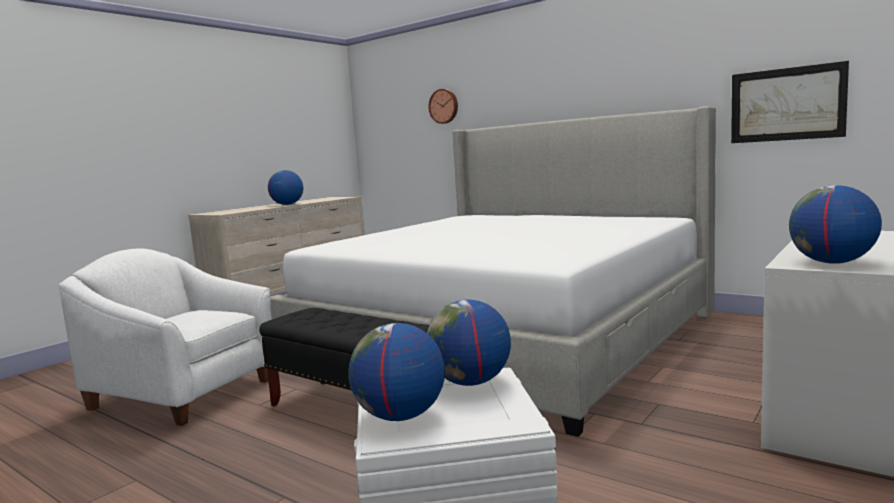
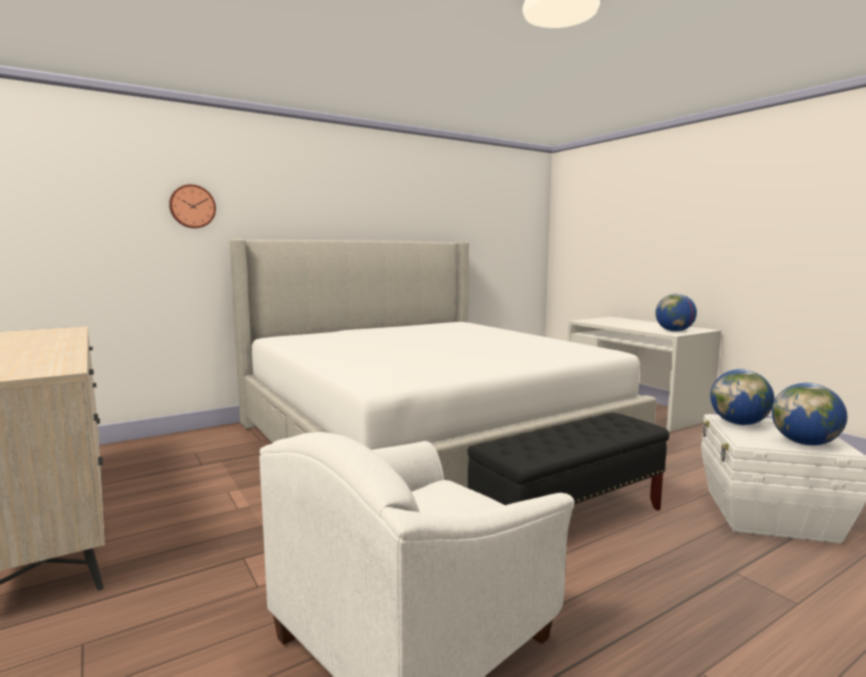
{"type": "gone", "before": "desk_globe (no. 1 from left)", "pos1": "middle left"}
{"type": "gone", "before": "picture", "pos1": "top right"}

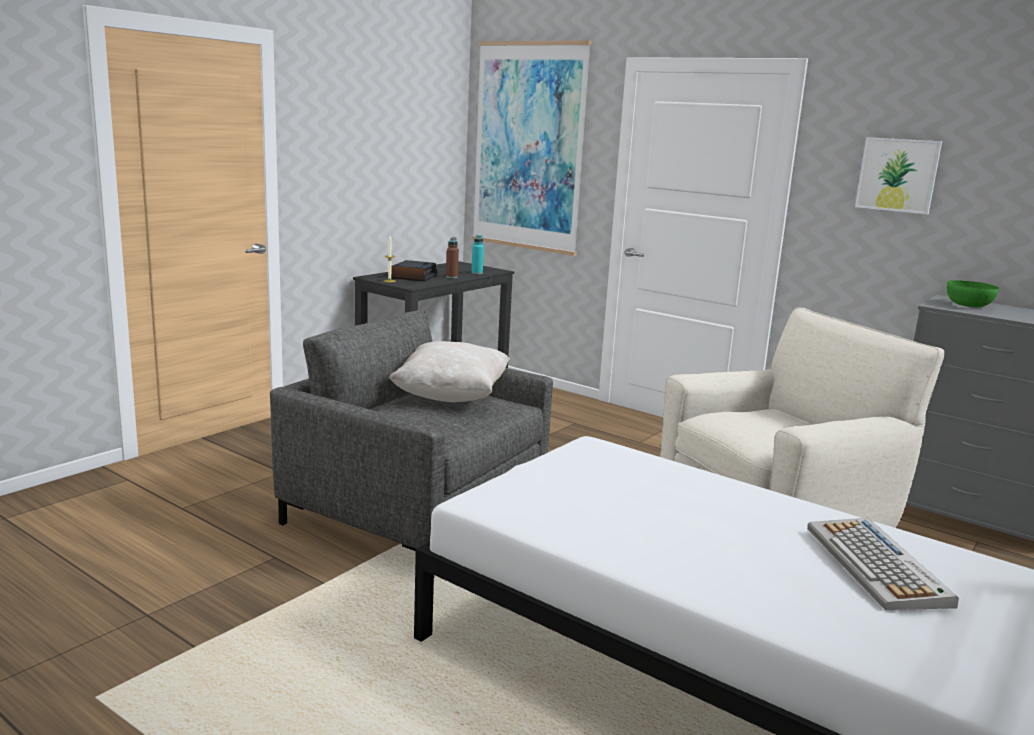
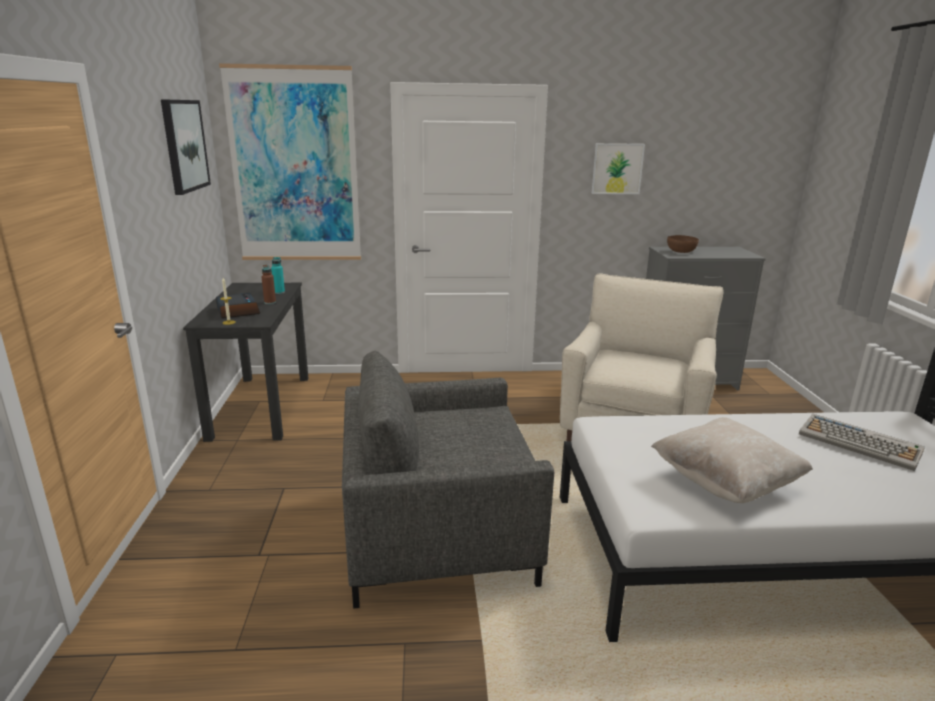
{"type": "new", "after": "picture (no. 1 from left)", "pos2": "top left"}
{"type": "shifted", "before": "beige-coloured_cushion", "pos1": "centre", "pos2": "middle right"}
{"type": "repainted", "before": "green_deep_dish", "after": "brownish_deep_dish", "pos1": "middle right", "pos2": "middle right"}

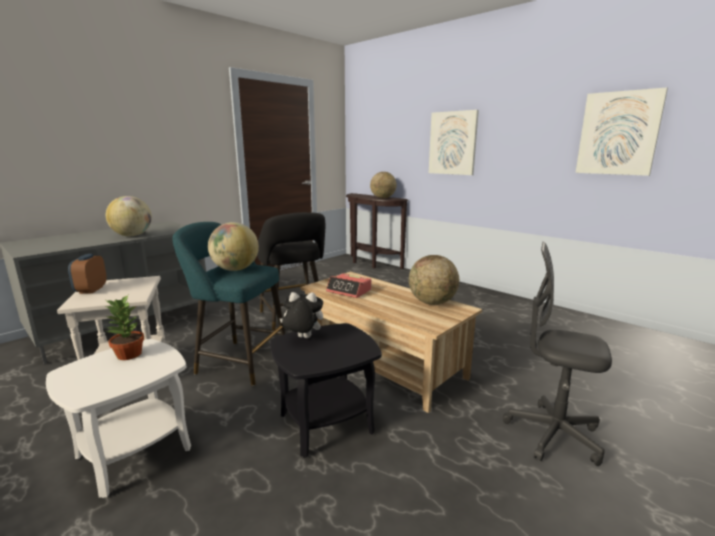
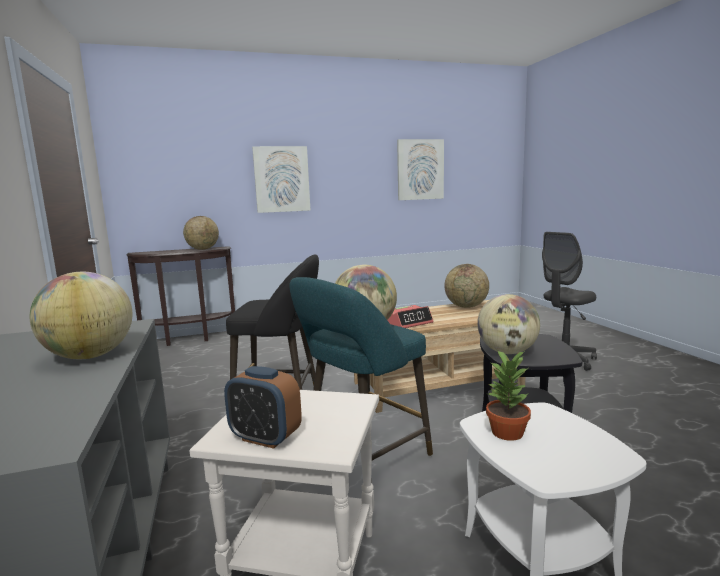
{"type": "swapped", "before": "soft_toy", "after": "desk_globe (no. 5 from left)", "pos1": "centre", "pos2": "middle right"}

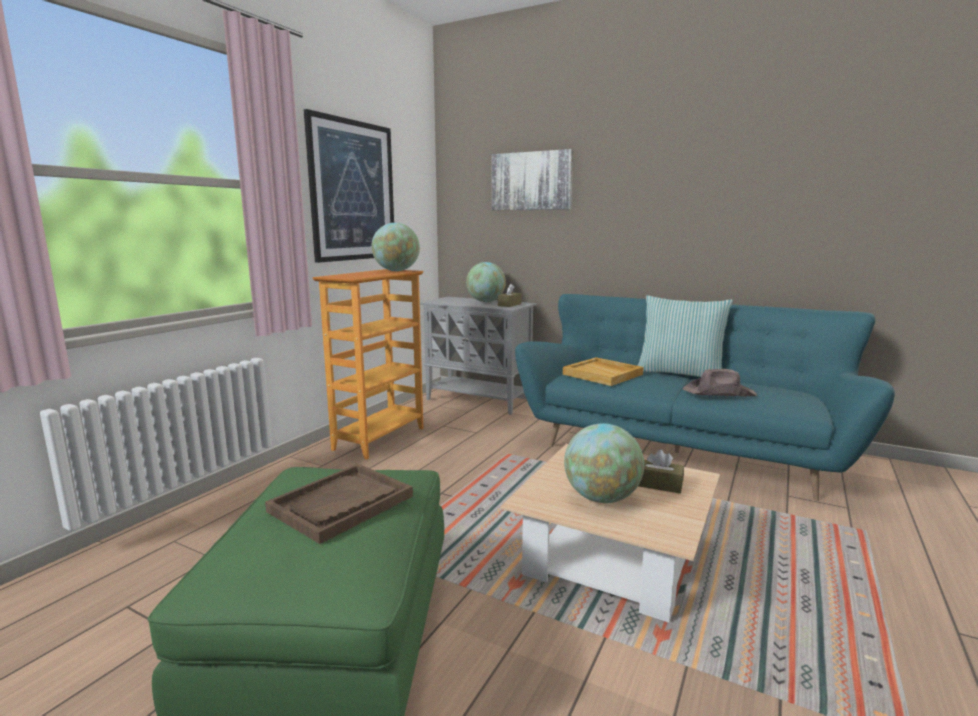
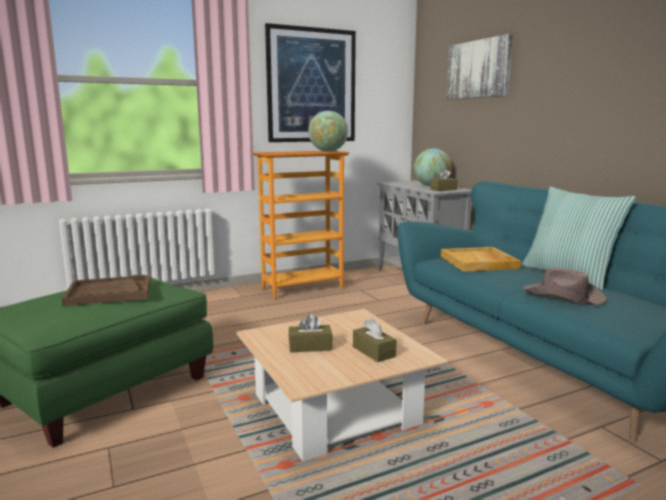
{"type": "swapped", "before": "desk_globe (no. 3 from left)", "after": "brownish_tissue_holder (no. 1 from left)", "pos1": "centre", "pos2": "centre"}

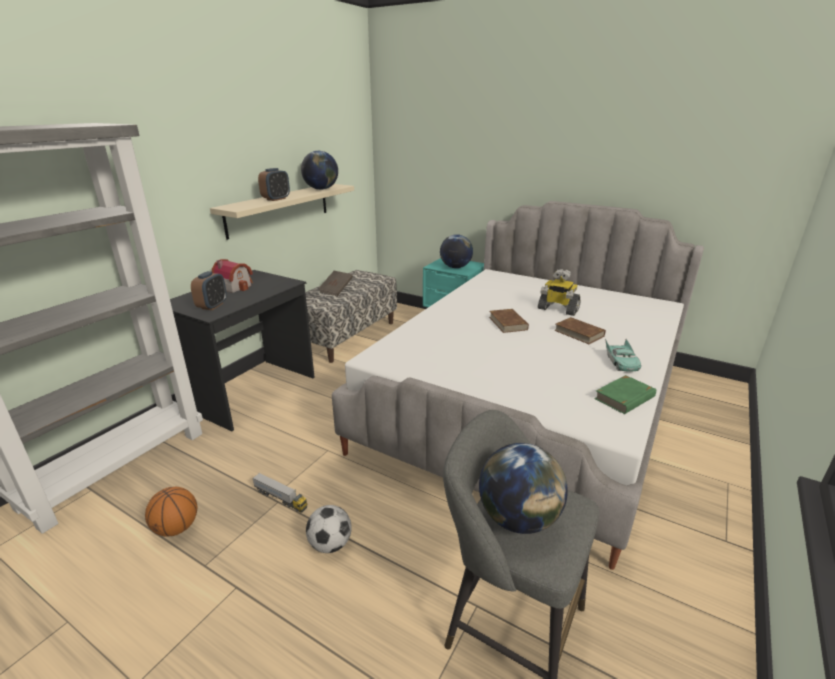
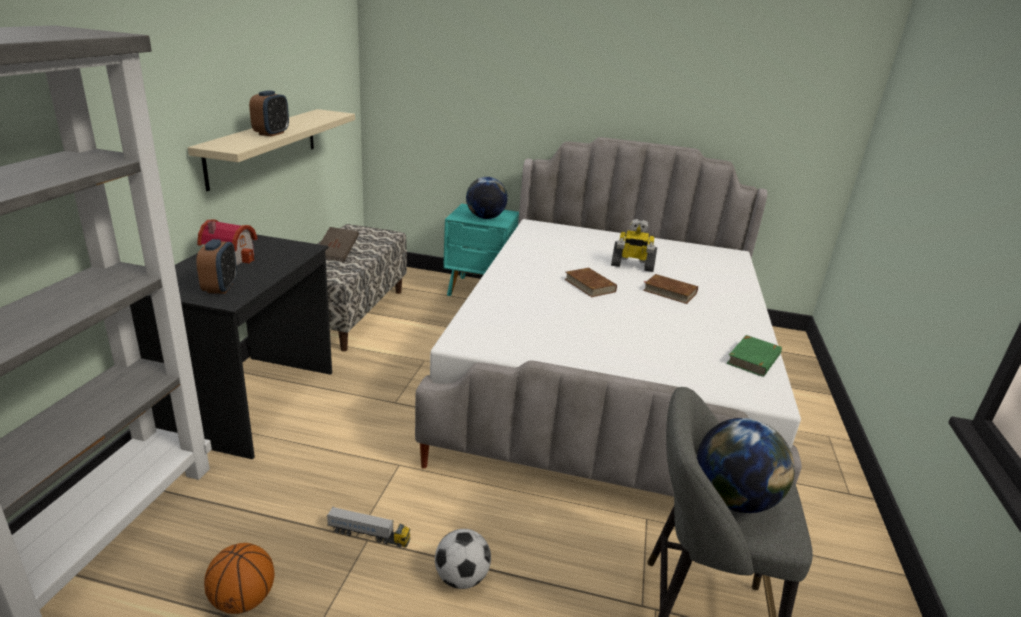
{"type": "gone", "before": "desk_globe (no. 1 from left)", "pos1": "top centre"}
{"type": "gone", "before": "blue-green_toy_car", "pos1": "middle right"}

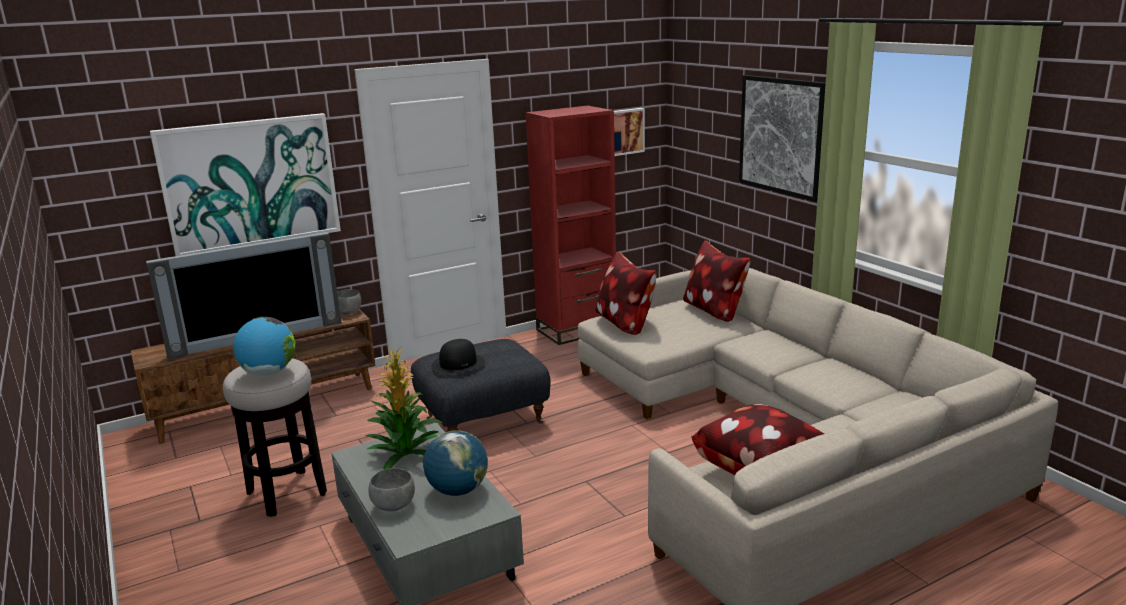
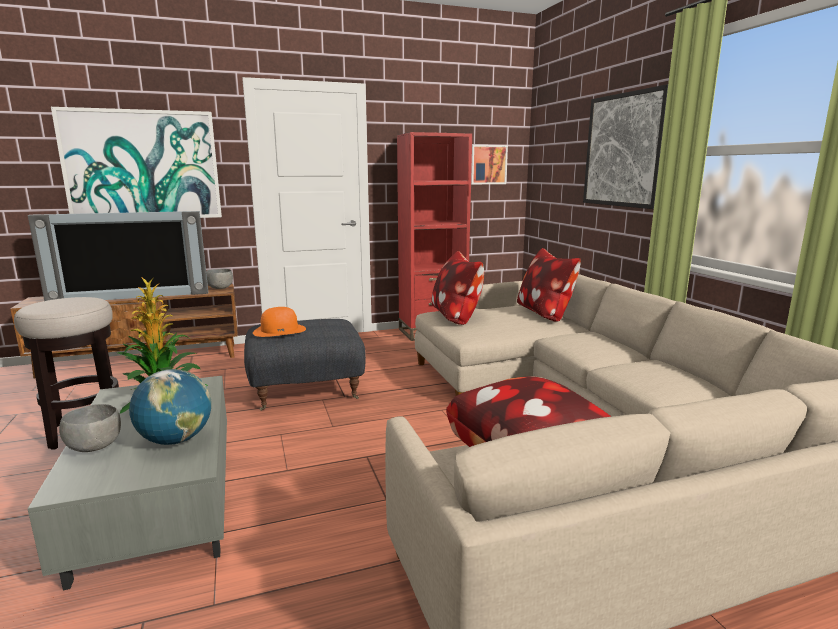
{"type": "gone", "before": "desk_globe (no. 1 from left)", "pos1": "middle left"}
{"type": "repainted", "before": "black_wearable_hat", "after": "orange_wearable_hat", "pos1": "centre", "pos2": "middle left"}

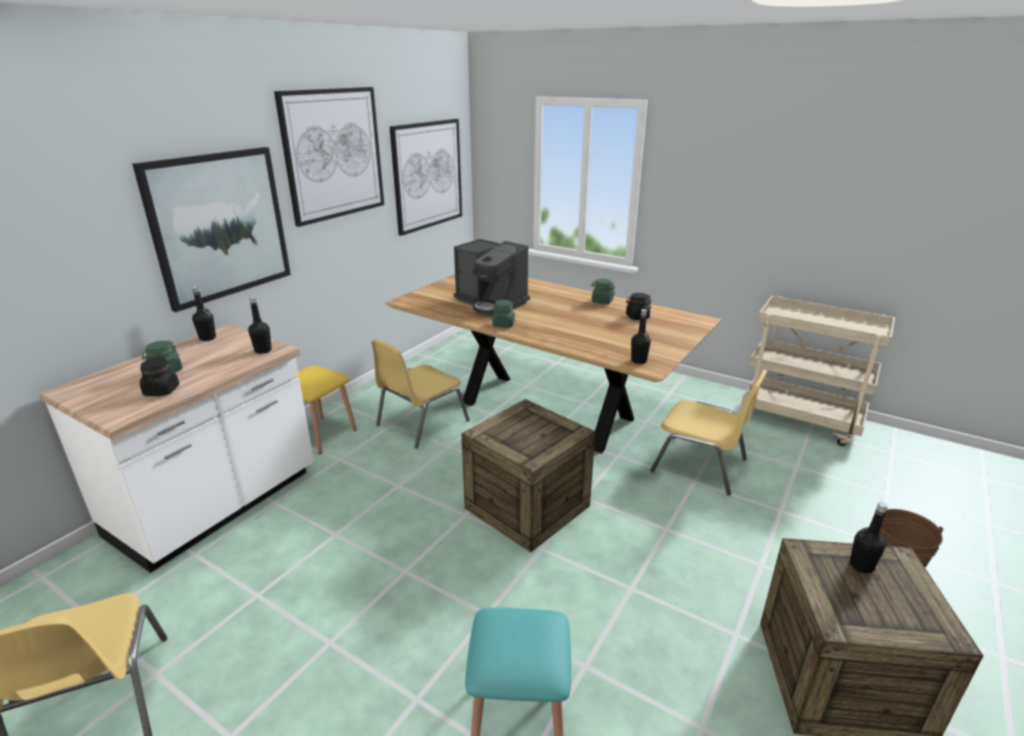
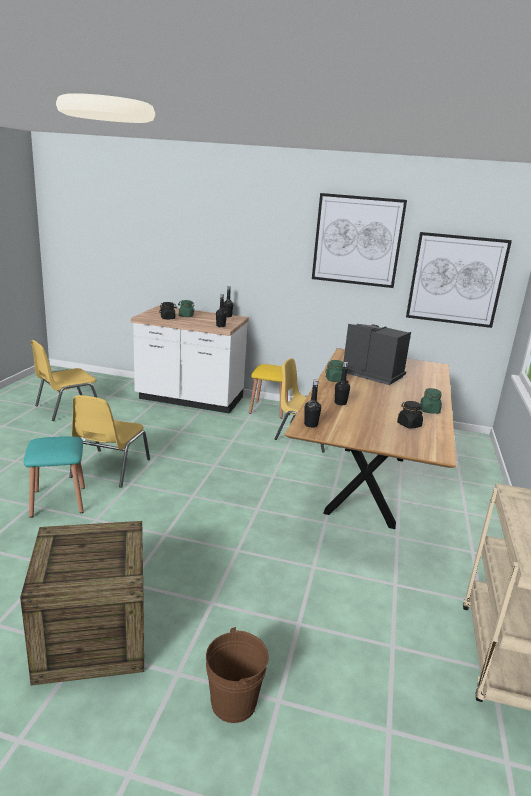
{"type": "gone", "before": "picture (no. 1 from left)", "pos1": "top left"}
{"type": "gone", "before": "shipping_crate (no. 1 from left)", "pos1": "centre"}
{"type": "shifted", "before": "yellow-coloured_upright_chair (no. 3 from left in the first image)", "after": "yellow-coloured_upright_chair (no. 2 from left)", "pos1": "middle right", "pos2": "middle left"}
{"type": "shifted", "before": "black_drink_bottle (no. 4 from left)", "pos1": "bottom right", "pos2": "centre"}
{"type": "rotated", "before": "coffee_maker", "pos1": "centre", "pos2": "middle right", "turn": 105}

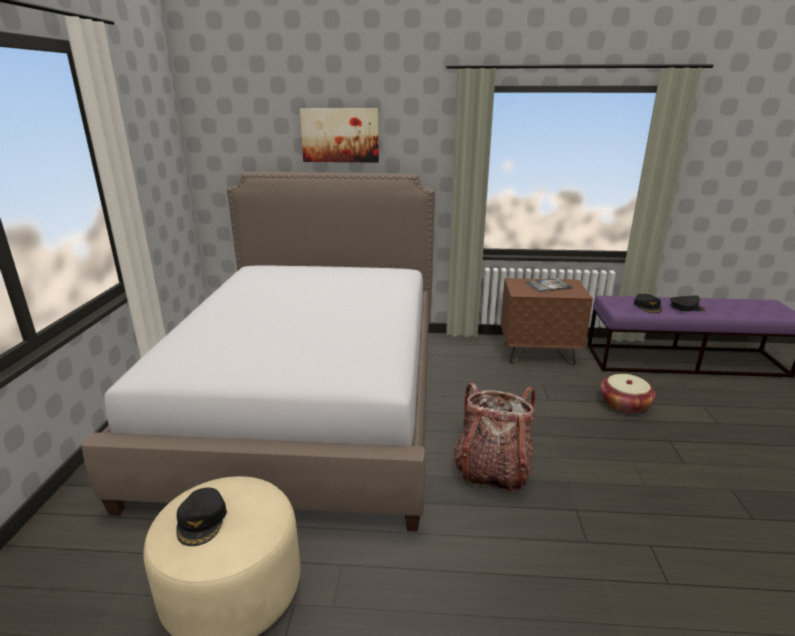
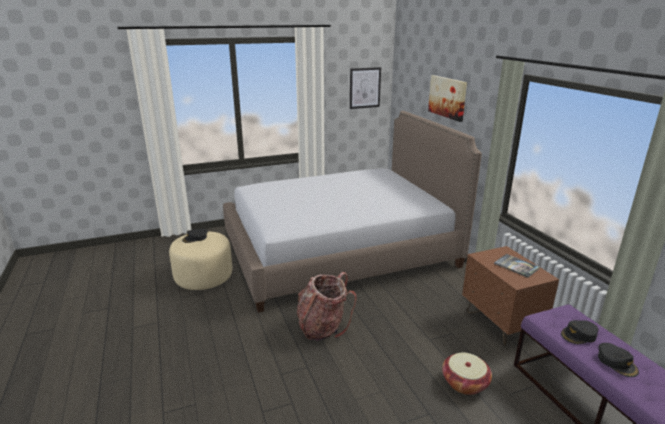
{"type": "new", "after": "picture (no. 1 from left)", "pos2": "top centre"}

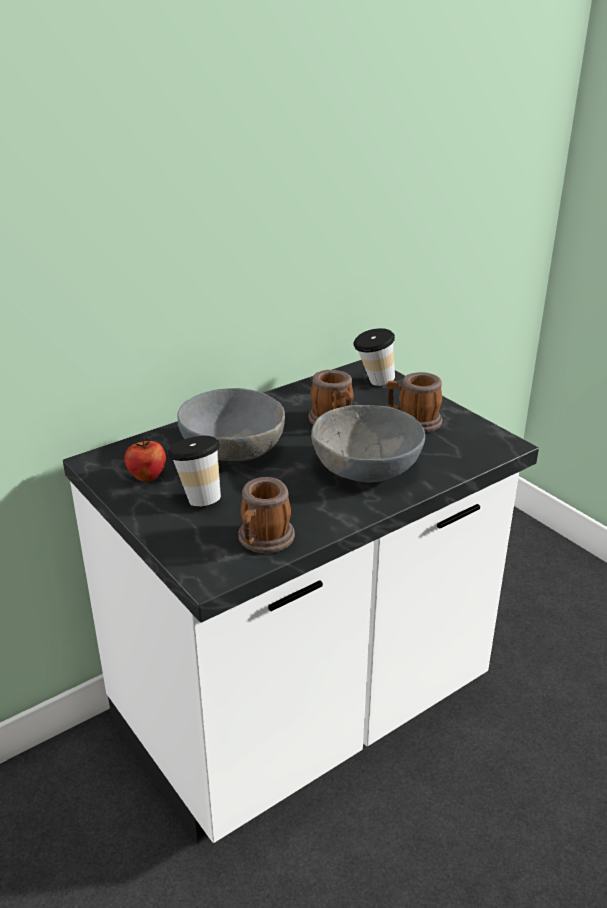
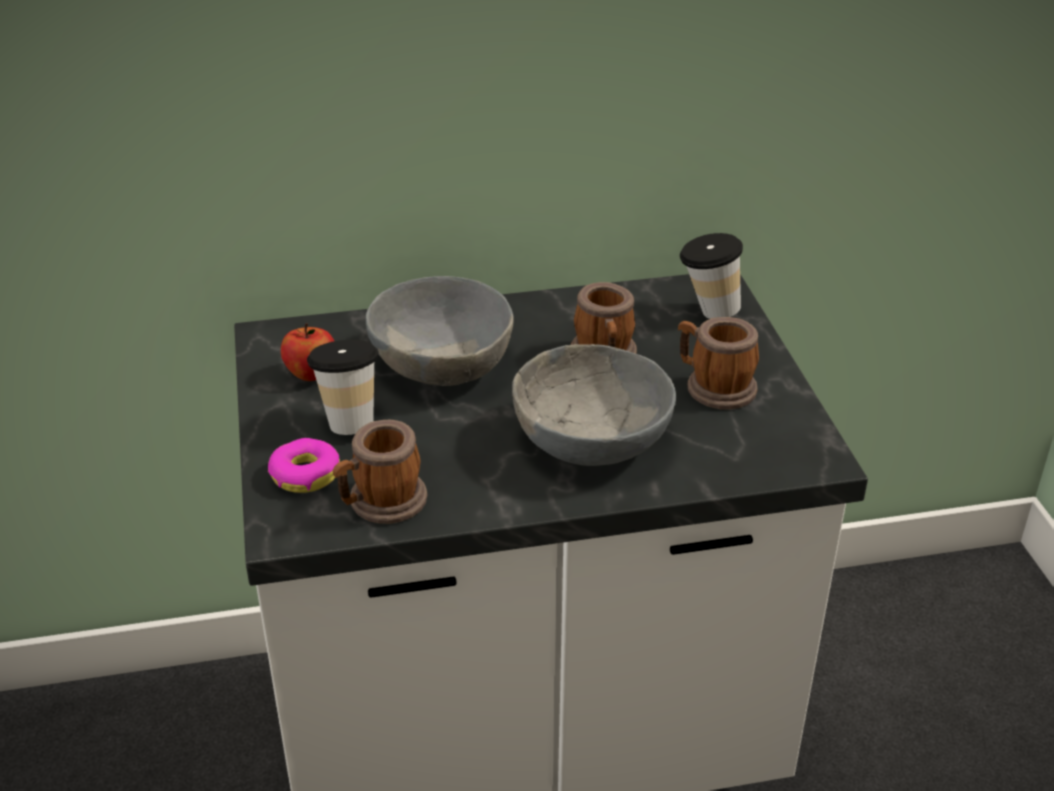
{"type": "new", "after": "donut", "pos2": "middle left"}

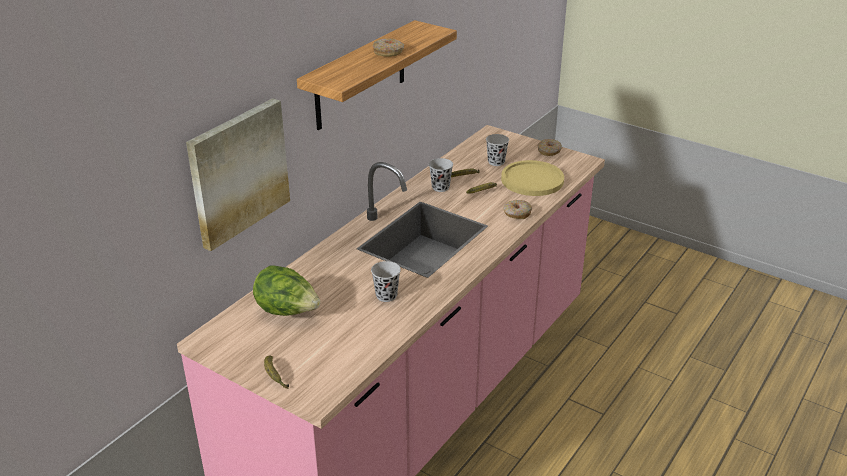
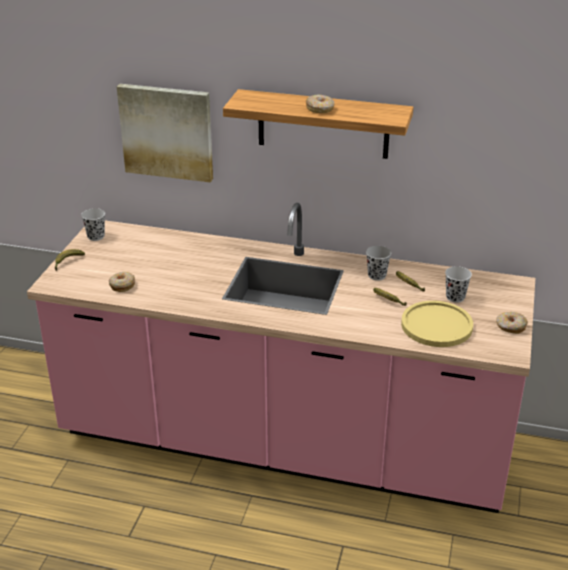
{"type": "gone", "before": "lettuce", "pos1": "centre"}
{"type": "shifted", "before": "black_cup (no. 1 from left)", "pos1": "centre", "pos2": "middle left"}
{"type": "shifted", "before": "donut (no. 2 from left in the first image)", "after": "donut (no. 1 from left)", "pos1": "centre", "pos2": "middle left"}

